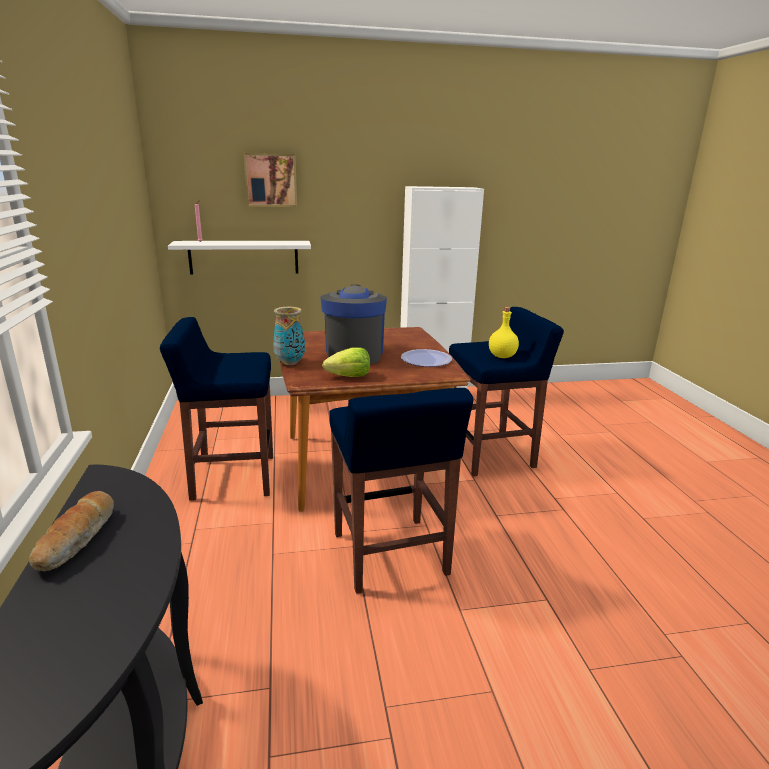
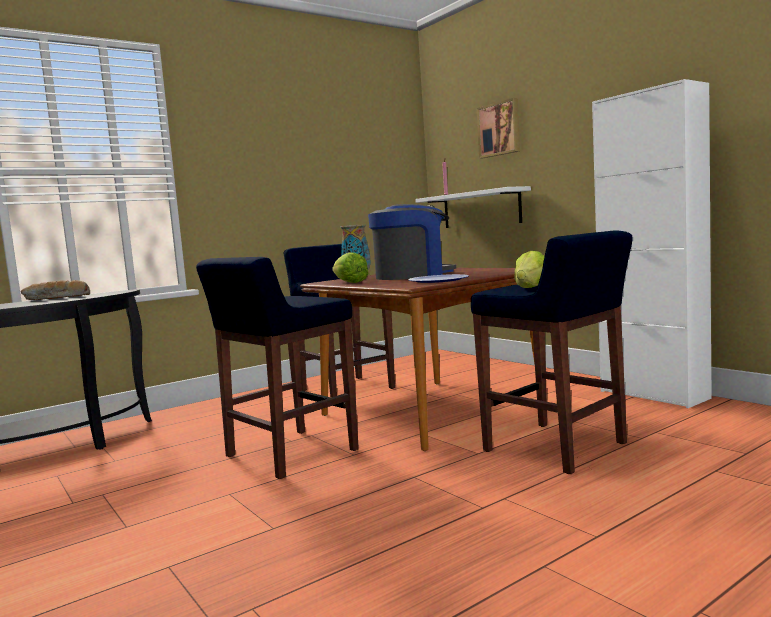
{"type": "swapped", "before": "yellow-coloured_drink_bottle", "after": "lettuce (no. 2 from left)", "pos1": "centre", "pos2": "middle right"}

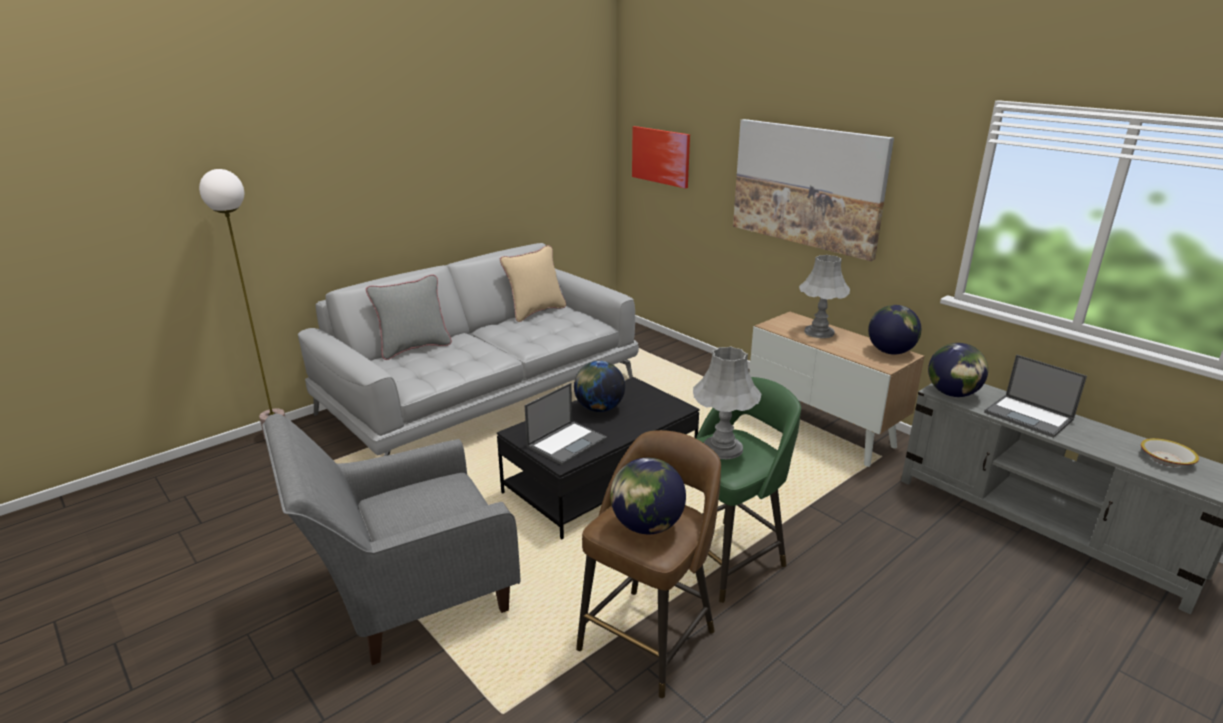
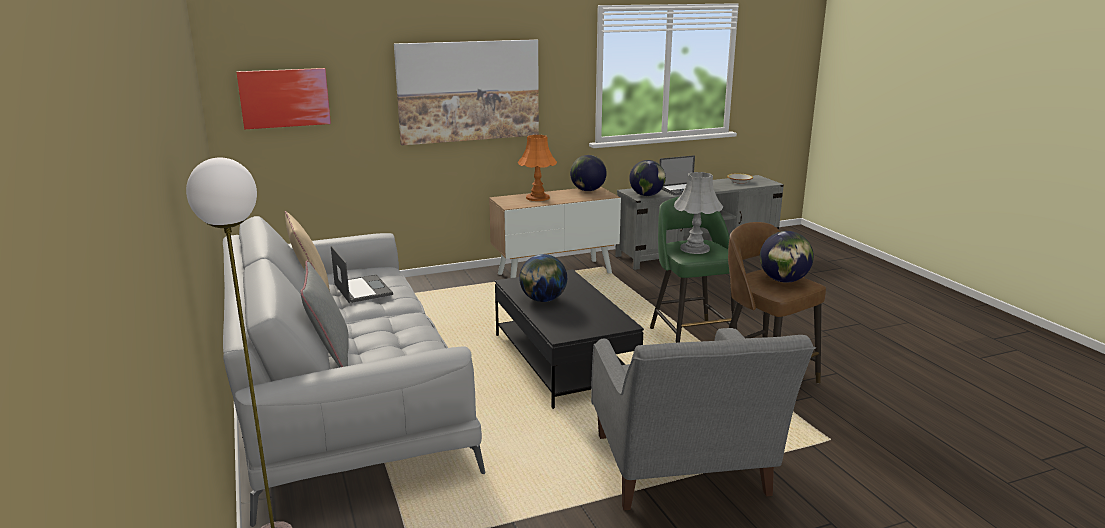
{"type": "shifted", "before": "portable_computer (no. 1 from left)", "pos1": "centre", "pos2": "middle left"}
{"type": "repainted", "before": "grey_lamp_for_a_table (no. 2 from left)", "after": "orange_lamp_for_a_table", "pos1": "middle right", "pos2": "top centre"}

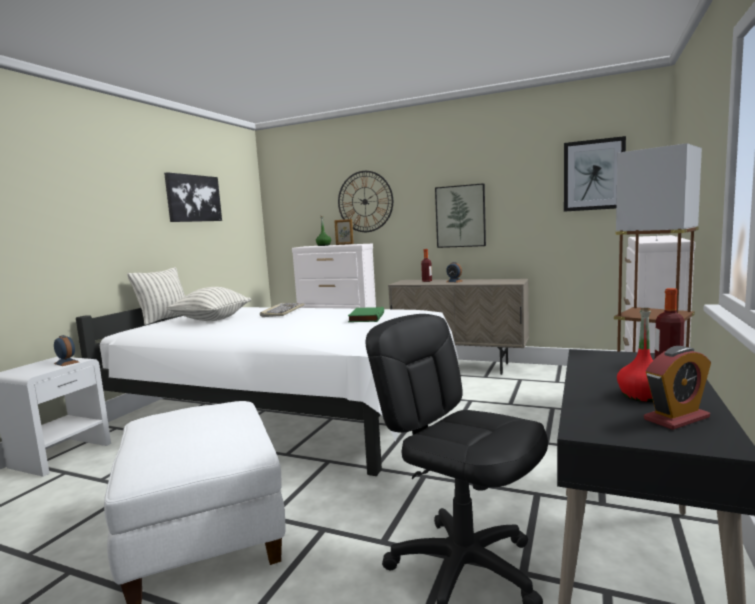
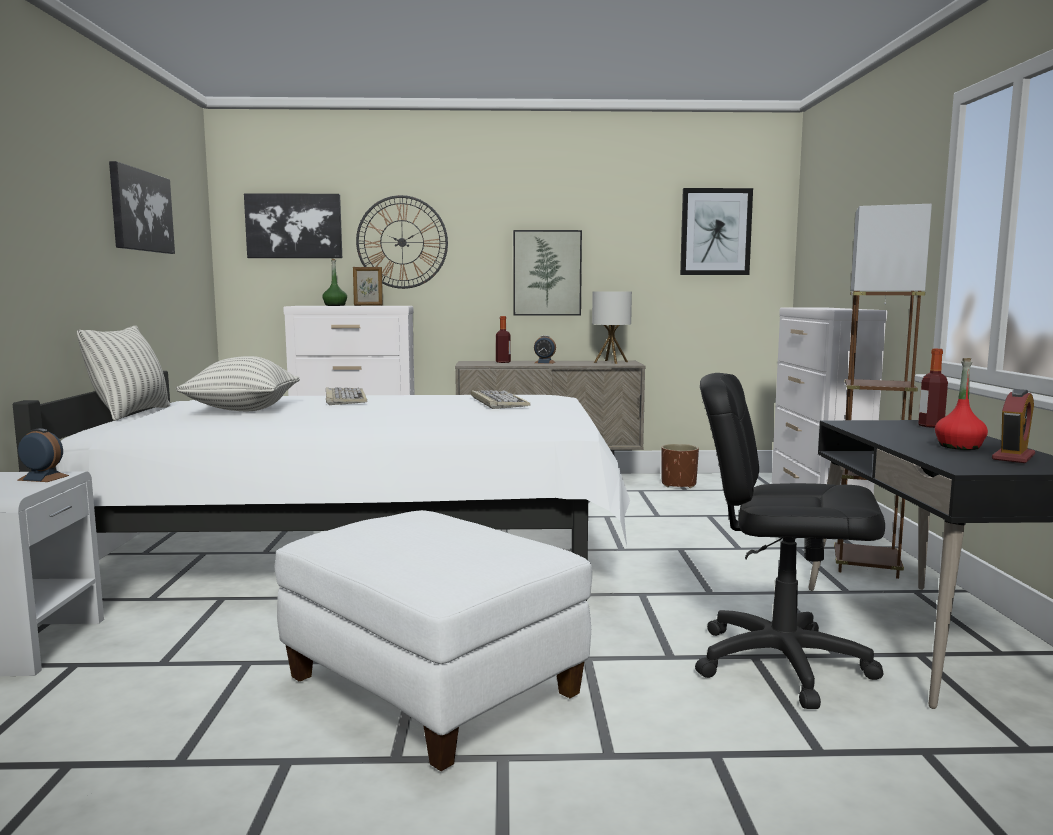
{"type": "new", "after": "picture (no. 2 from left)", "pos2": "top left"}
{"type": "new", "after": "lamp_for_a_table", "pos2": "centre"}
{"type": "new", "after": "brownish_flower_pot", "pos2": "centre"}
{"type": "swapped", "before": "green_book", "after": "computer_keyboard (no. 2 from left)", "pos1": "centre", "pos2": "centre"}

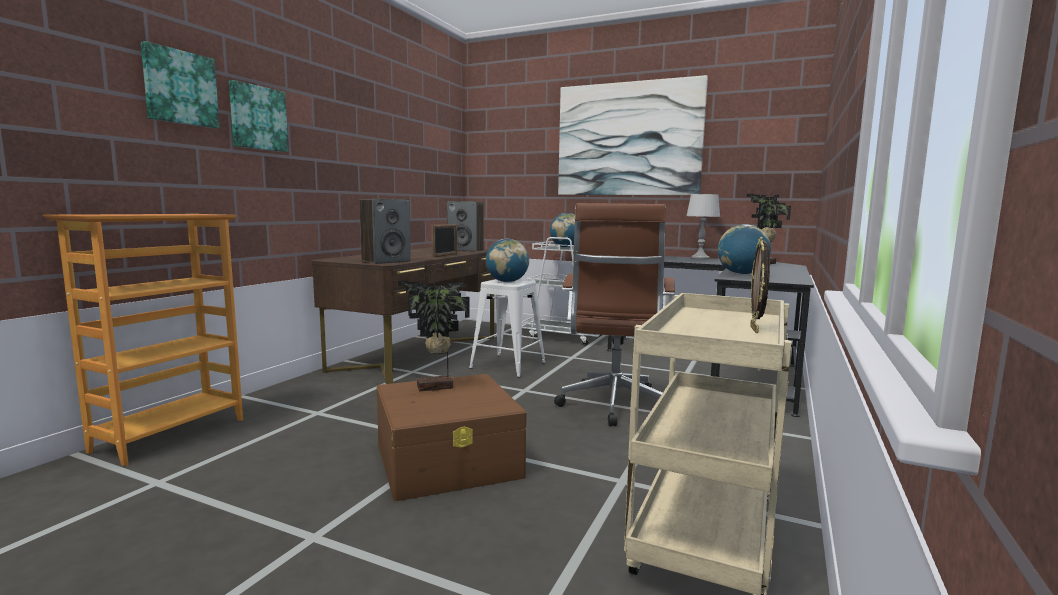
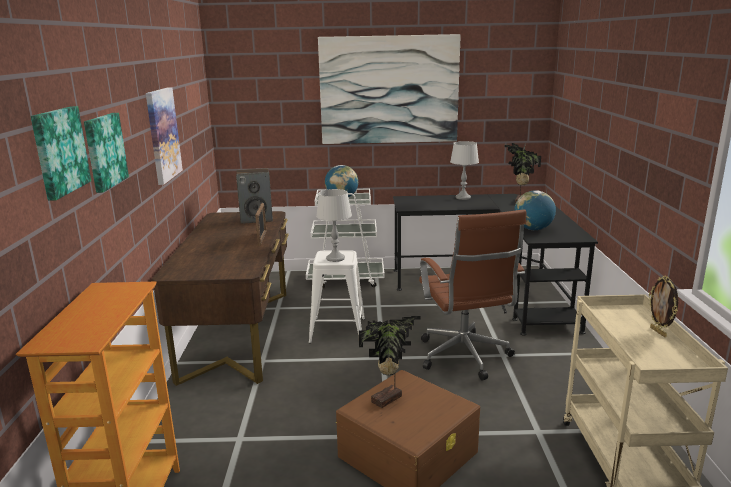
{"type": "gone", "before": "loudspeaker (no. 1 from left)", "pos1": "centre"}
{"type": "new", "after": "picture (no. 3 from left)", "pos2": "top left"}
{"type": "swapped", "before": "desk_globe (no. 1 from left)", "after": "grey_lamp_for_a_table (no. 1 from left)", "pos1": "centre", "pos2": "centre"}

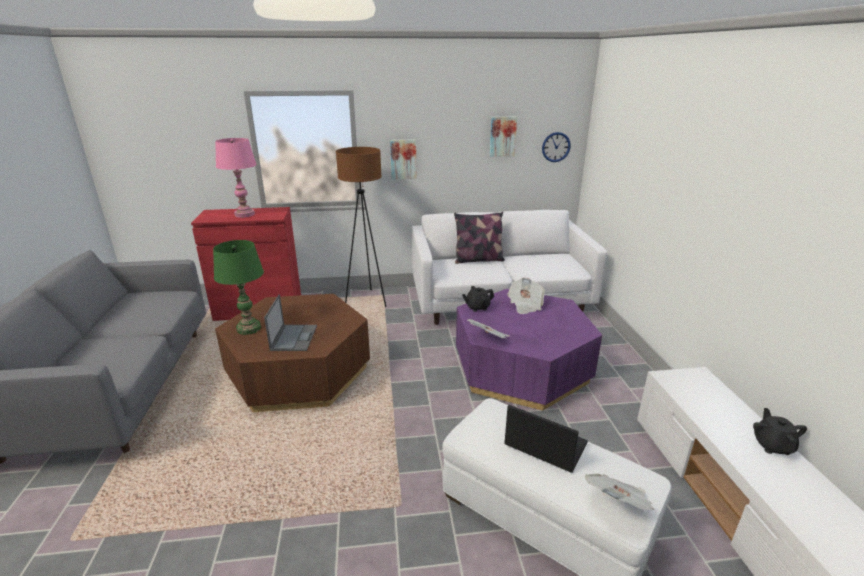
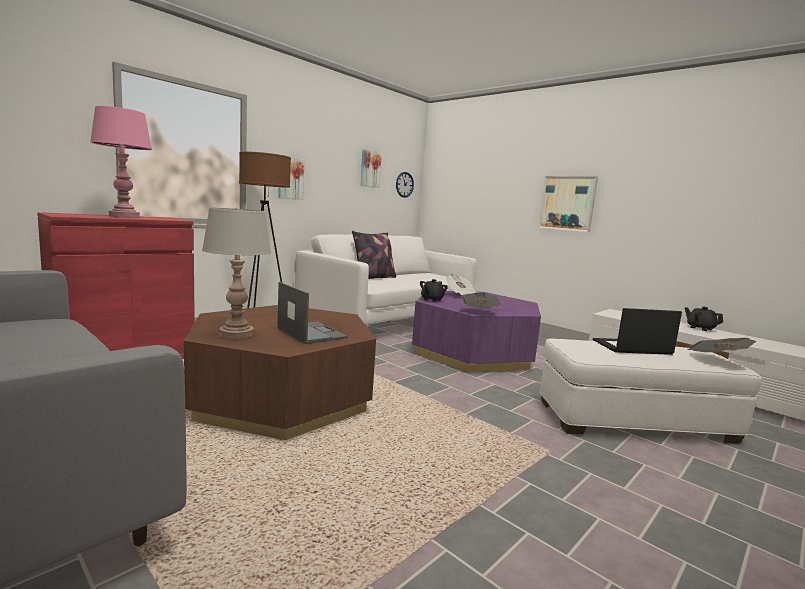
{"type": "new", "after": "picture (no. 3 from left)", "pos2": "middle right"}
{"type": "repainted", "before": "green_lamp_for_a_table", "after": "grey_lamp_for_a_table", "pos1": "middle left", "pos2": "middle left"}

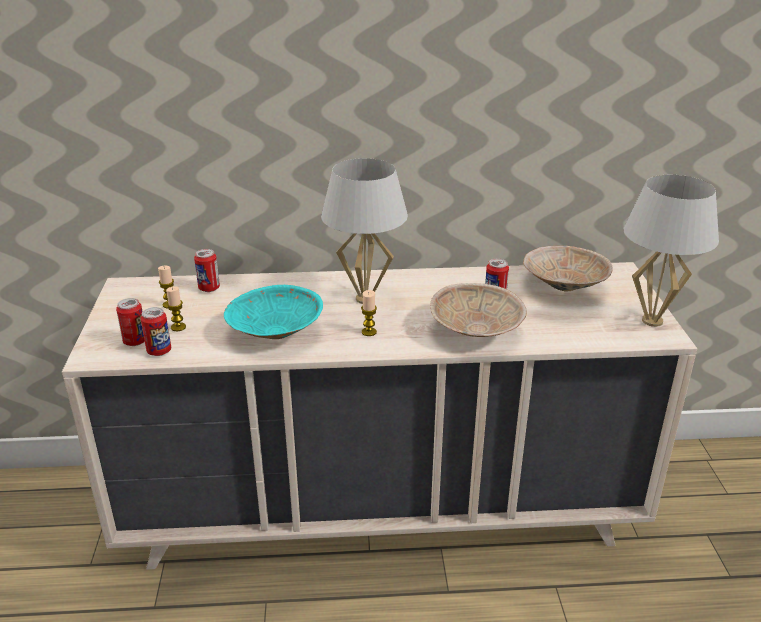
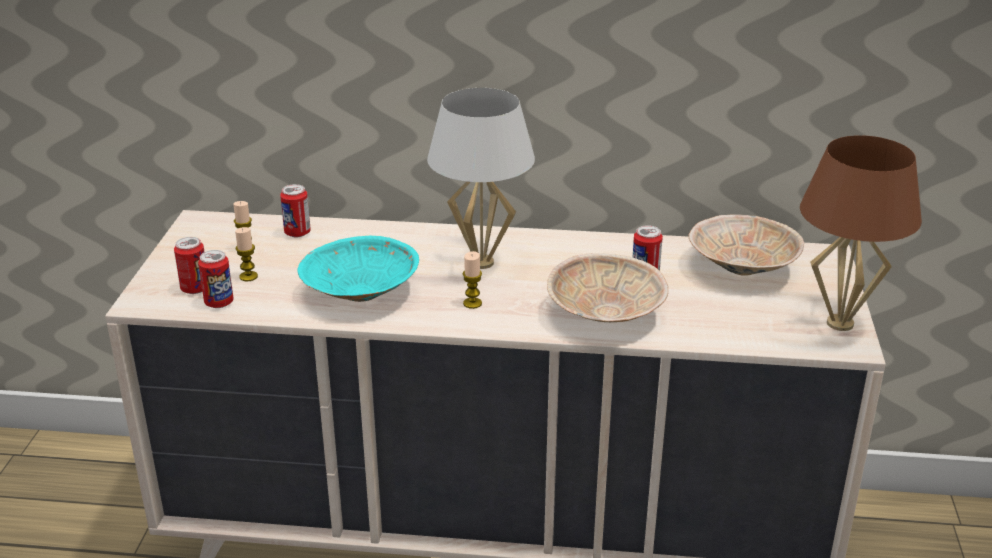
{"type": "repainted", "before": "whitish_lamp_for_a_table (no. 2 from left)", "after": "brownish_lamp_for_a_table", "pos1": "middle right", "pos2": "middle right"}

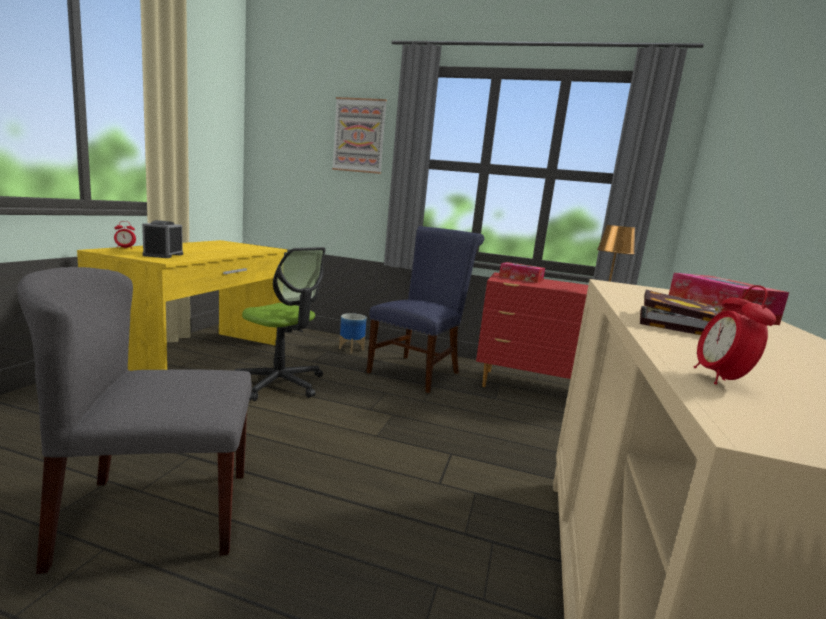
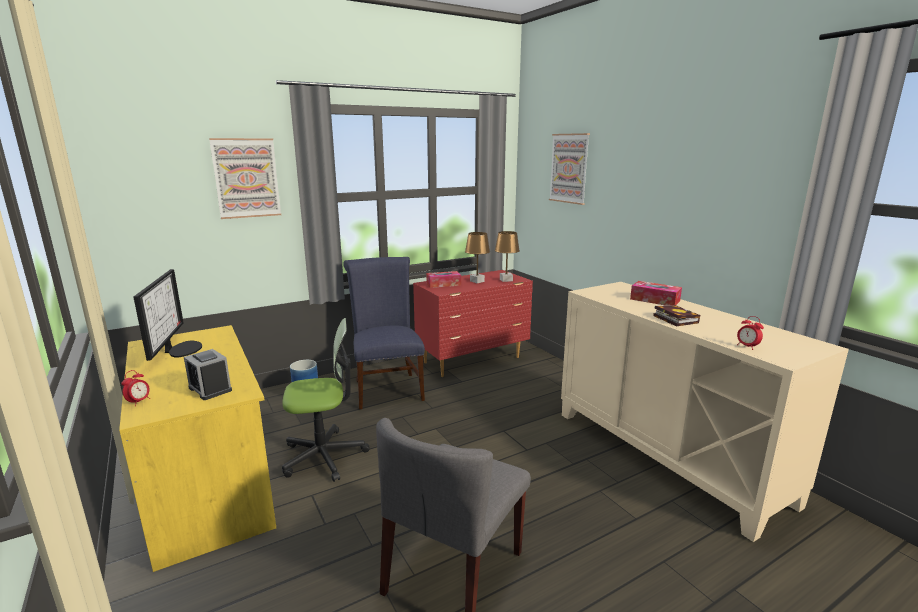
{"type": "new", "after": "computer_display", "pos2": "middle left"}
{"type": "new", "after": "brownish_lamp_for_a_table (no. 1 from left)", "pos2": "centre"}
{"type": "new", "after": "picture (no. 2 from left)", "pos2": "top centre"}

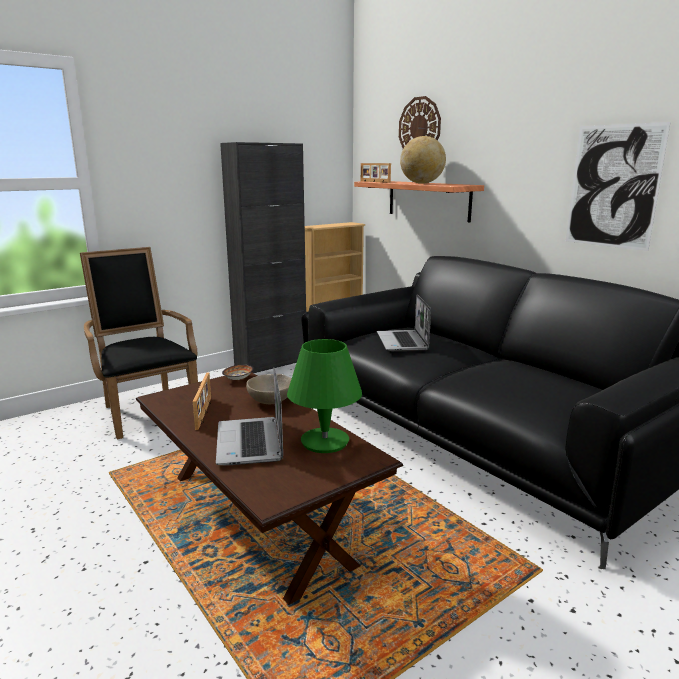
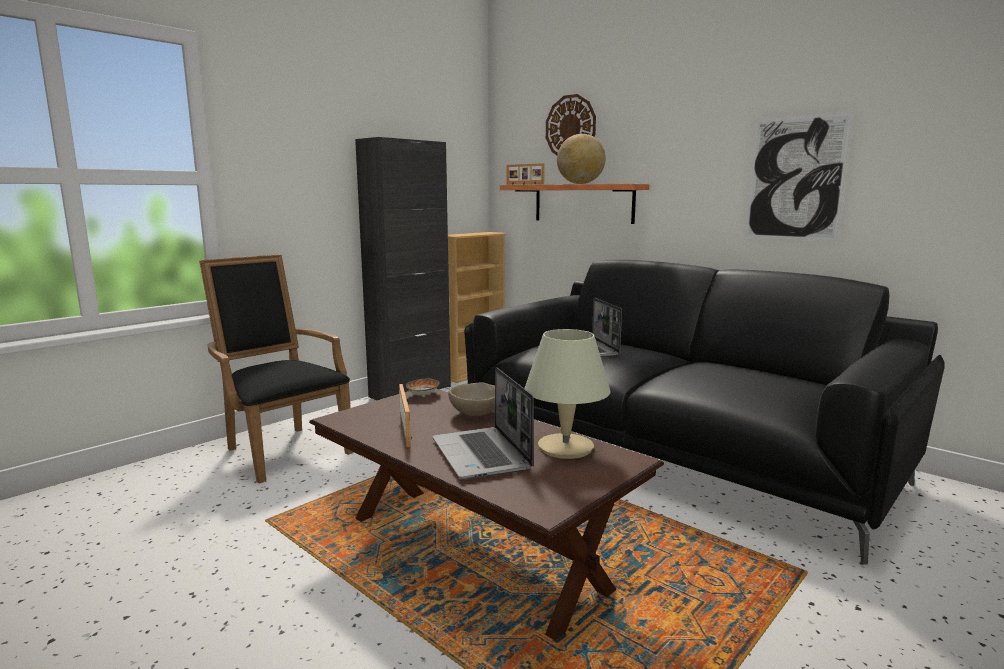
{"type": "repainted", "before": "green_lamp_for_a_table", "after": "beige-coloured_lamp_for_a_table", "pos1": "centre", "pos2": "centre"}

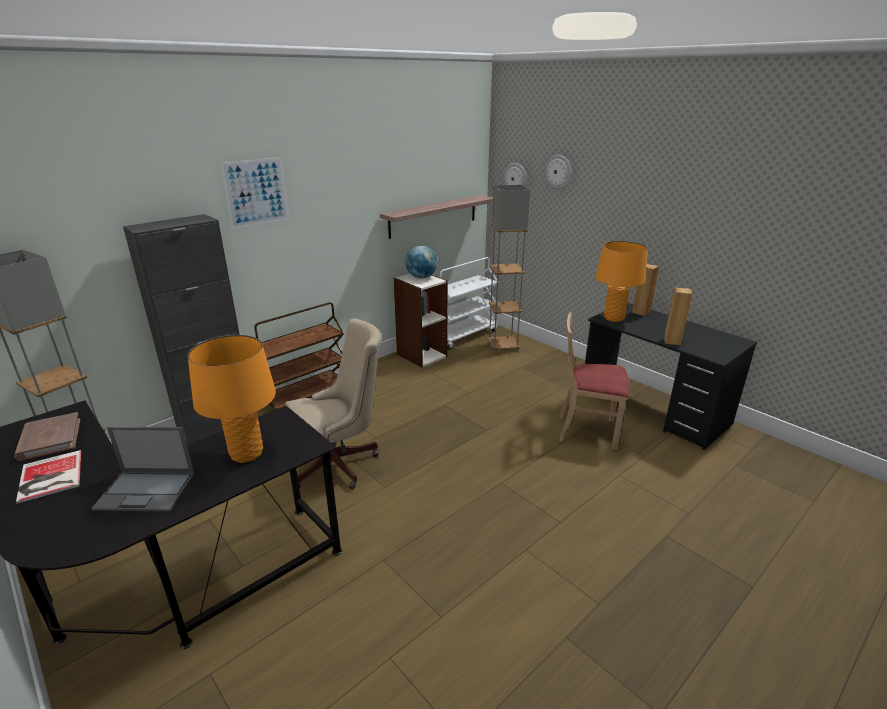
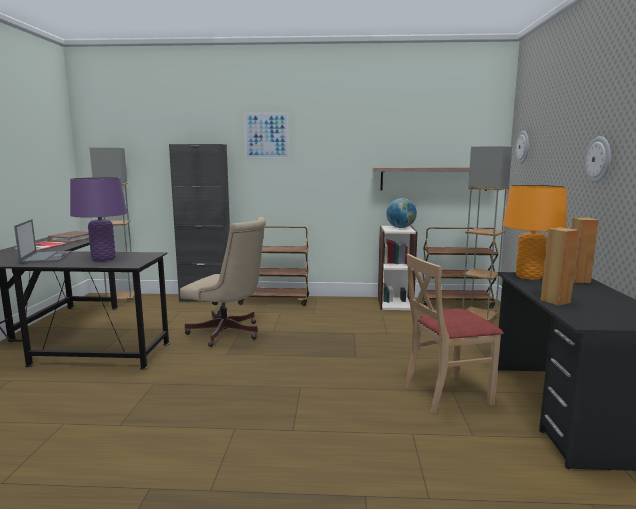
{"type": "shifted", "before": "wall_clock (no. 2 from left)", "pos1": "top centre", "pos2": "top right"}
{"type": "repainted", "before": "orange_lamp_for_a_table (no. 1 from left)", "after": "purple-coloured_lamp_for_a_table", "pos1": "middle left", "pos2": "middle left"}
{"type": "repainted", "before": "whitish_trolley", "after": "brownish_trolley (no. 2 from left)", "pos1": "centre", "pos2": "middle right"}
{"type": "rotated", "before": "portable_computer", "pos1": "middle left", "pos2": "middle left", "turn": -150}
{"type": "rotated", "before": "beige-coloured_upright_chair", "pos1": "middle right", "pos2": "middle right", "turn": -75}

